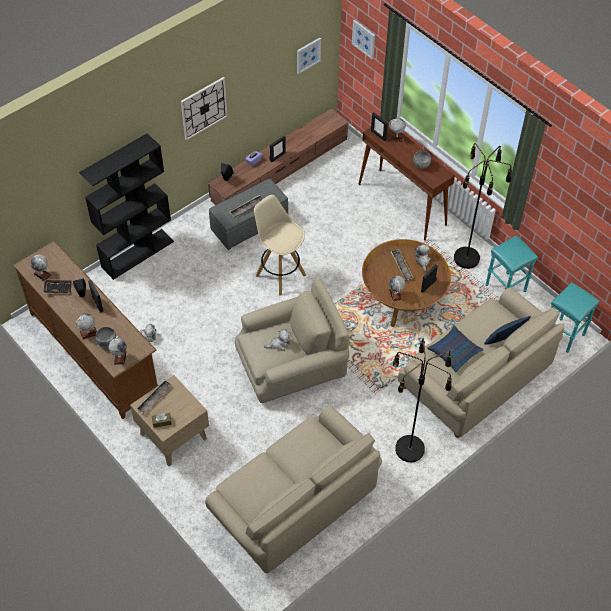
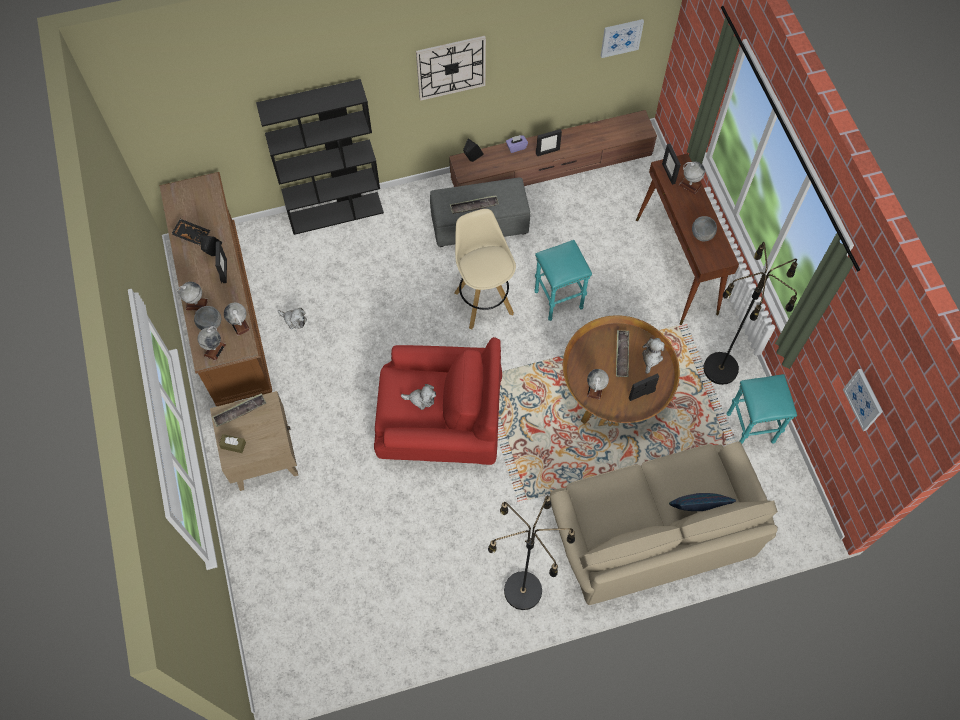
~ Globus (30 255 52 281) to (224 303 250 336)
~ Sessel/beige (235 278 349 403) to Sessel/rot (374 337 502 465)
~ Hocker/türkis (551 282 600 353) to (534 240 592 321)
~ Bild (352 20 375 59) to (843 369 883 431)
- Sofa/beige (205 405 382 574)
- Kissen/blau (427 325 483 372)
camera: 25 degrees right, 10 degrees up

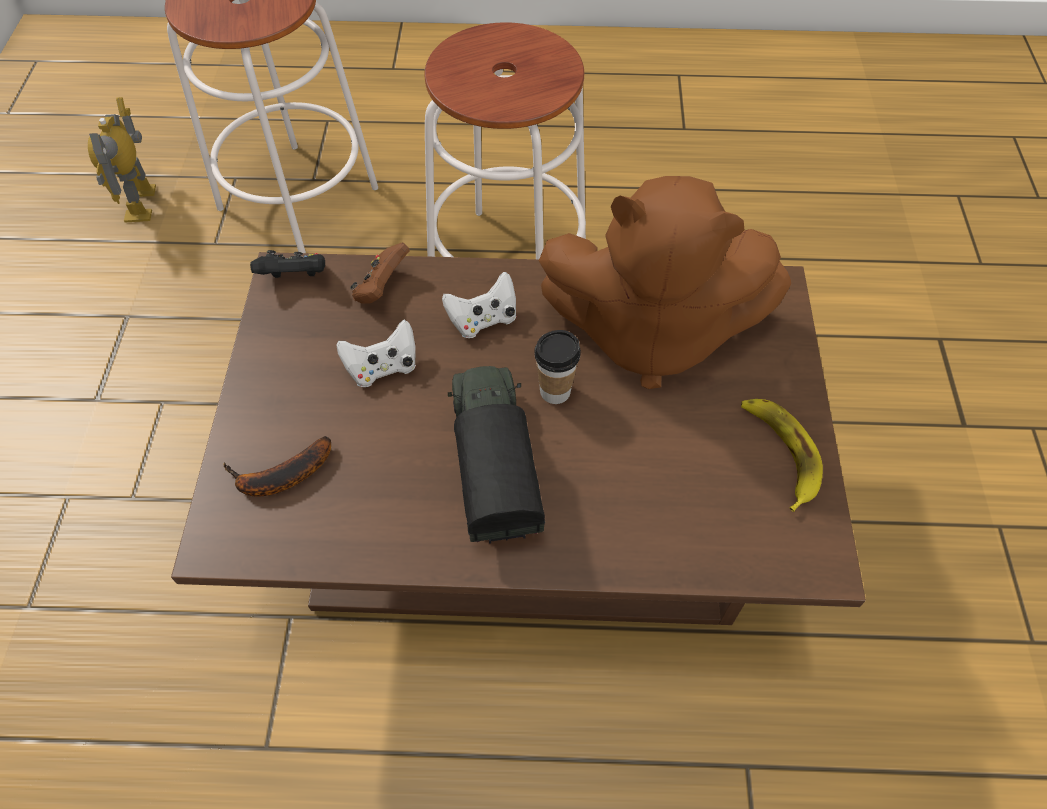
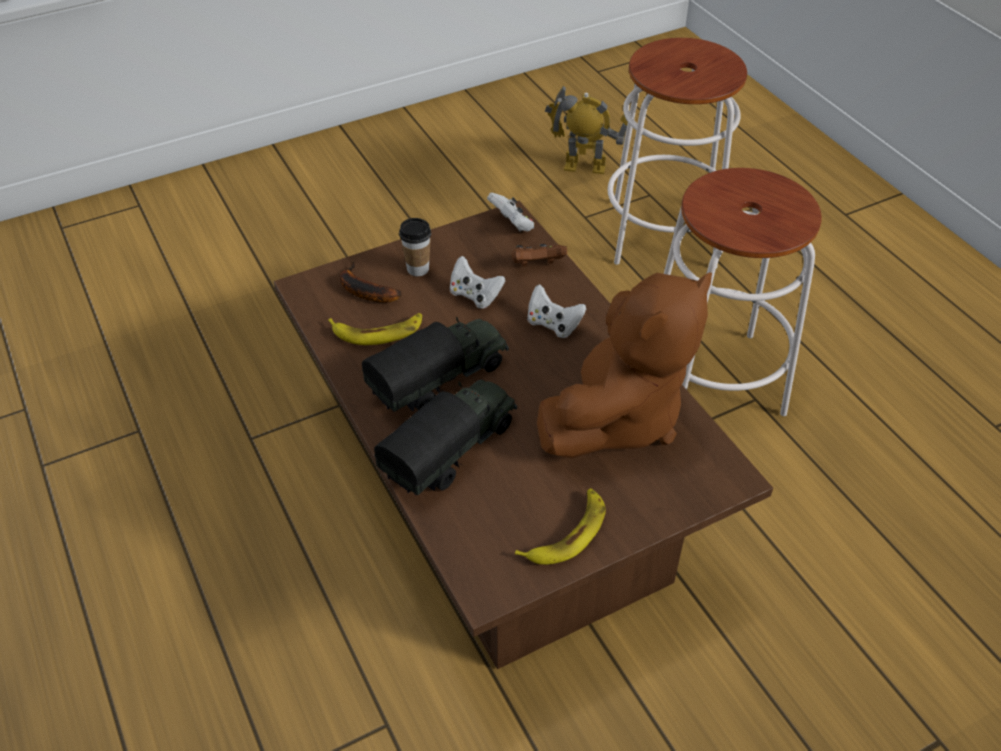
+ Banane (328 313 422 345)
+ Spielzeuglaster (374 379 517 495)
~ Tasse (534 330 581 404) to (399 218 431 276)
~ Gamepad/schwarz (250 250 325 278) to Gamepad/weiß (487 192 534 232)
~ Plüschtier/braun (539 176 791 389) = (537 272 712 458) 120 degrees counterclockwise
~ Spielzeugroboter (88 97 156 222) = (545 85 630 174) 45 degrees clockwise
camera: 60 degrees right, 10 degrees down

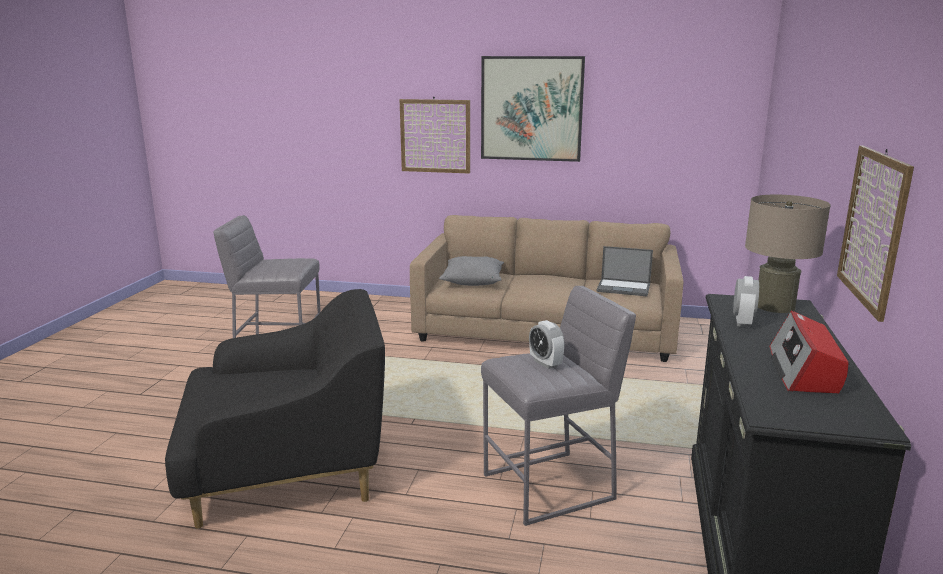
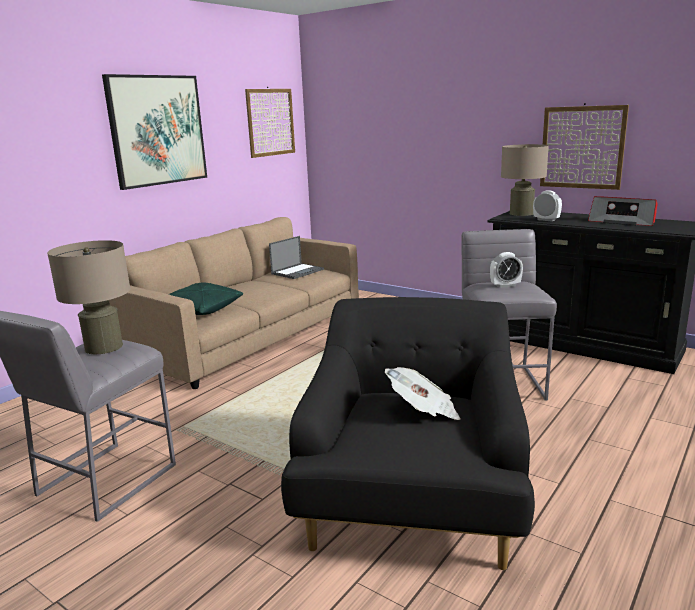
+ Tischlampe/beige (47 240 130 354)
~ Kissen/grau (439 256 504 286) to Kissen/grün (169 283 243 315)
~ Bild (400 97 470 174) to (245 86 295 158)
+ Zeitung (385 367 460 420)
camera: 65 degrees left, 0 degrees up

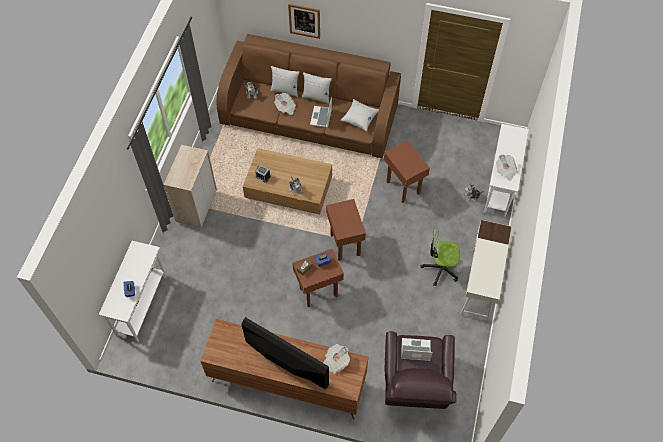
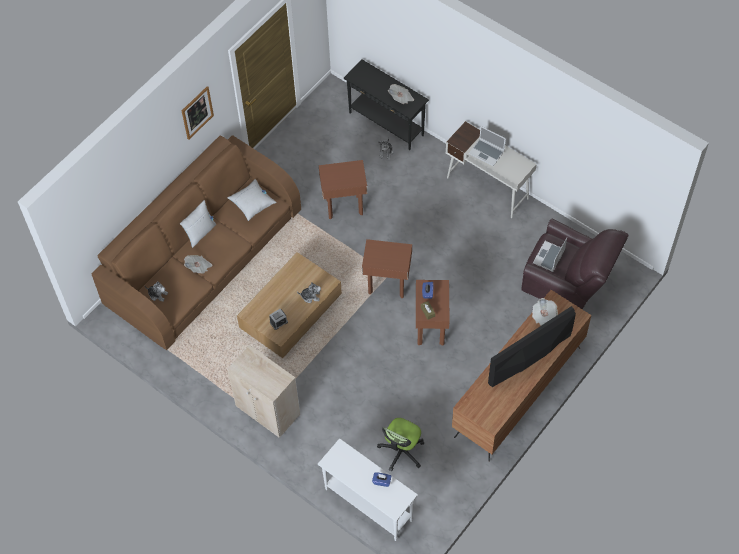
~ Bild (288 4 320 39) to (182 86 214 140)
~ Konsolentisch/weiß (484 124 529 217) to Konsolentisch/schwarz (343 59 429 150)
~ Bürostuhl (421 228 460 286) to (377 418 424 471)
~ Laptop (310 97 332 127) to (469 126 506 166)
- Kissen/grau (270 66 299 97)
camera: 65 degrees left, 0 degrees up

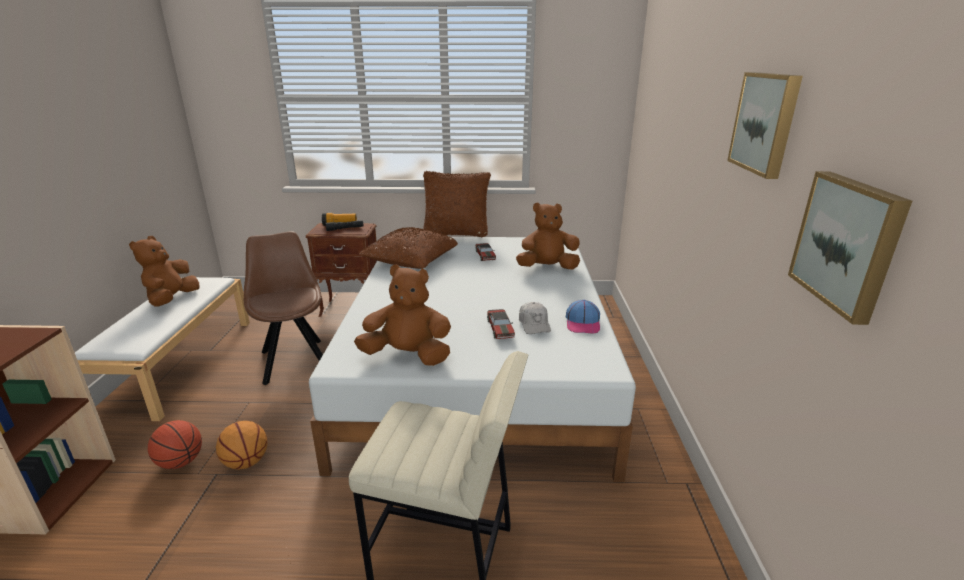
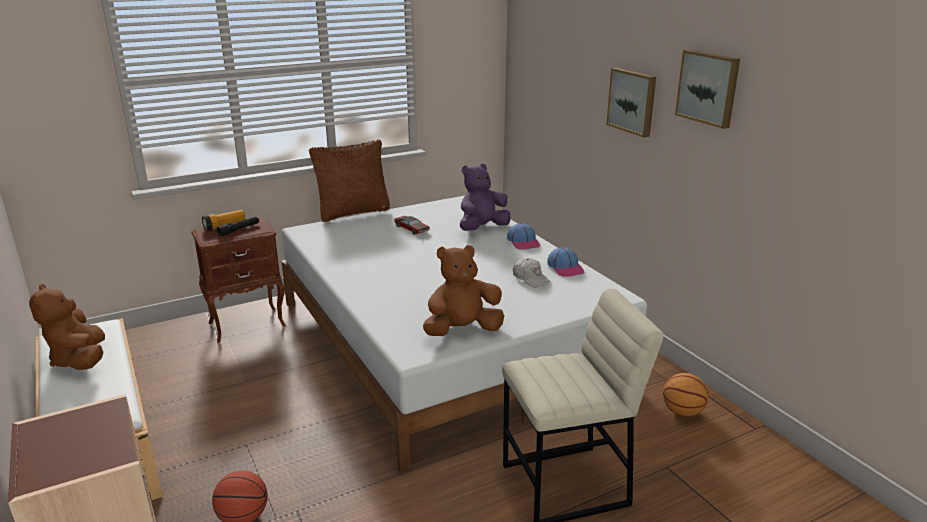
~ Plüschtier/braun (516 202 580 270) to Plüschtier/lila (460 164 510 231)
+ Kappe (507 223 540 250)
~ Bild (788 171 912 325) to (606 68 656 137)
~ Basketball (216 421 268 470) to (663 373 708 417)
- Stuhl/braun (244 231 323 385)
- Kissen/braun (359 227 457 269)
- Spielzeugauto (487 309 515 339)
camera: 30 degrees left, 0 degrees up

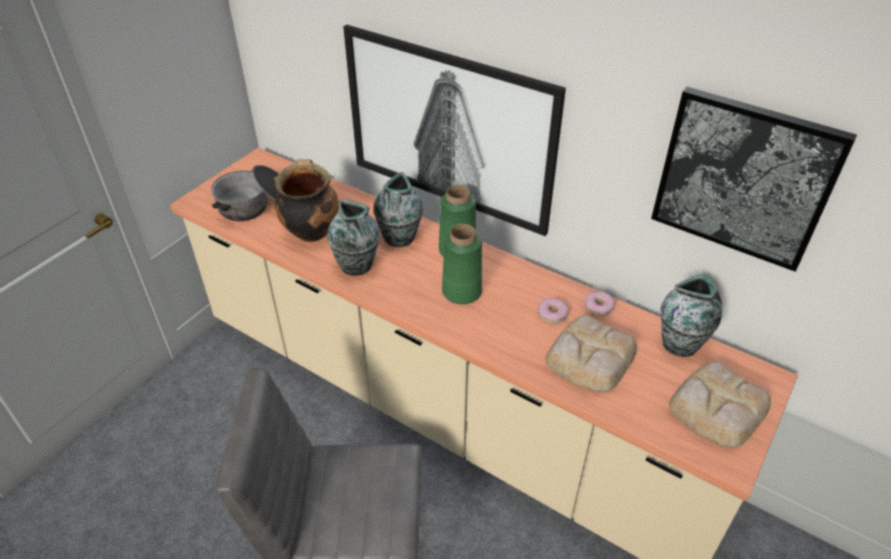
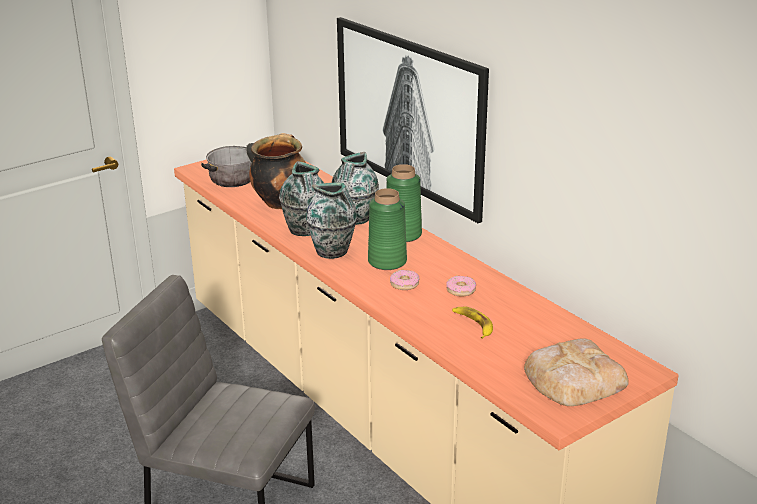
~ Vase (660 274 722 357) to (306 182 357 259)
~ Donut (584 291 615 316) to (390 270 420 290)
~ Brot (545 315 637 392) to Banane (452 306 493 339)
- Bild (651 87 857 272)
camera: 20 degrees right, 15 degrees down

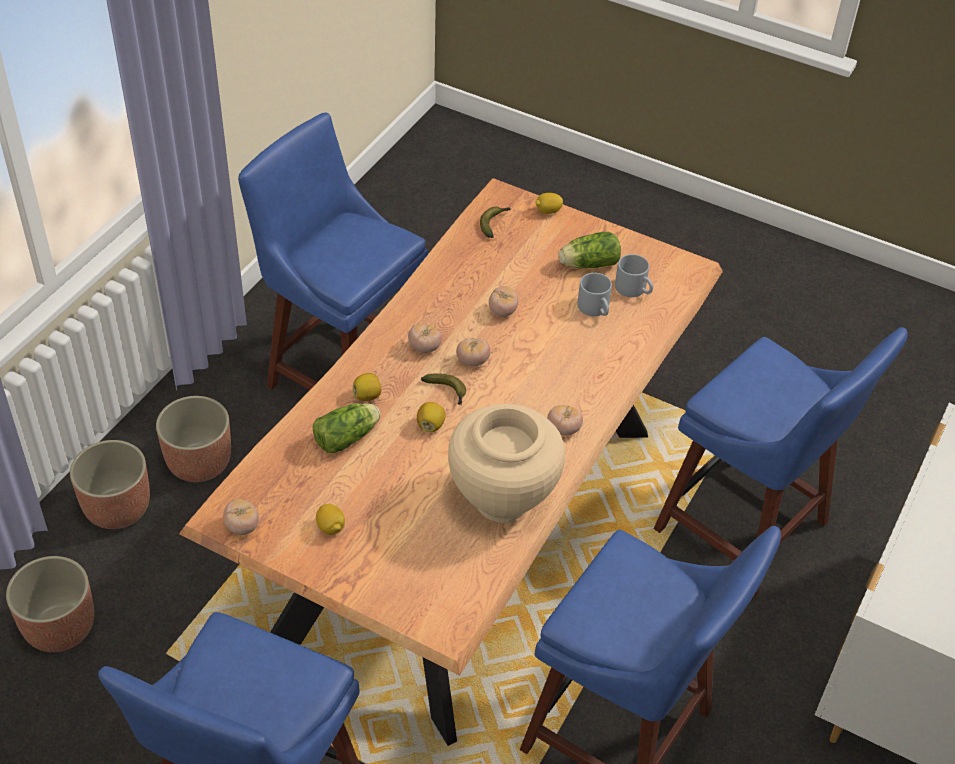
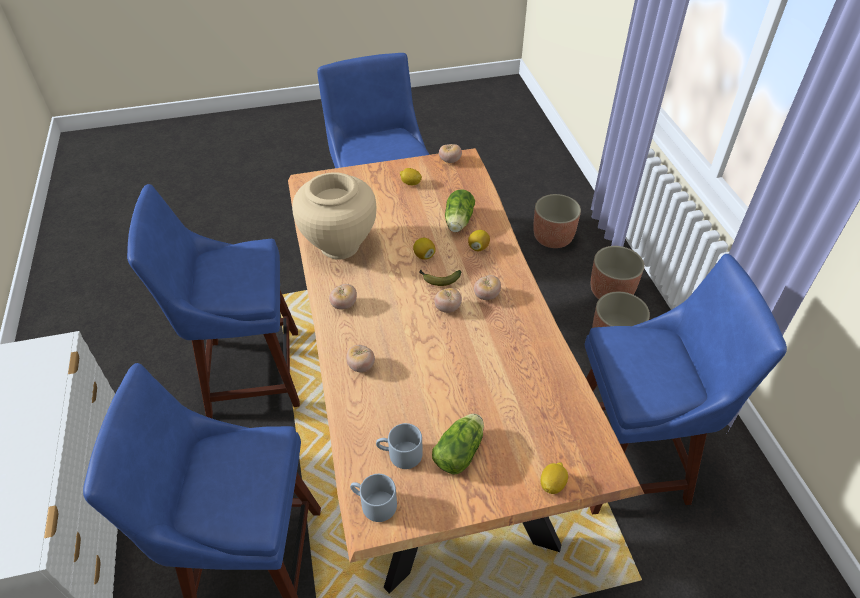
~ Tomate (489 286 518 317) to (346 345 375 373)
~ Henkelbecher/grau (577 273 612 316) to (350 474 397 522)
- Banane (480 207 511 238)
camera: 140 degrees right, 0 degrees up

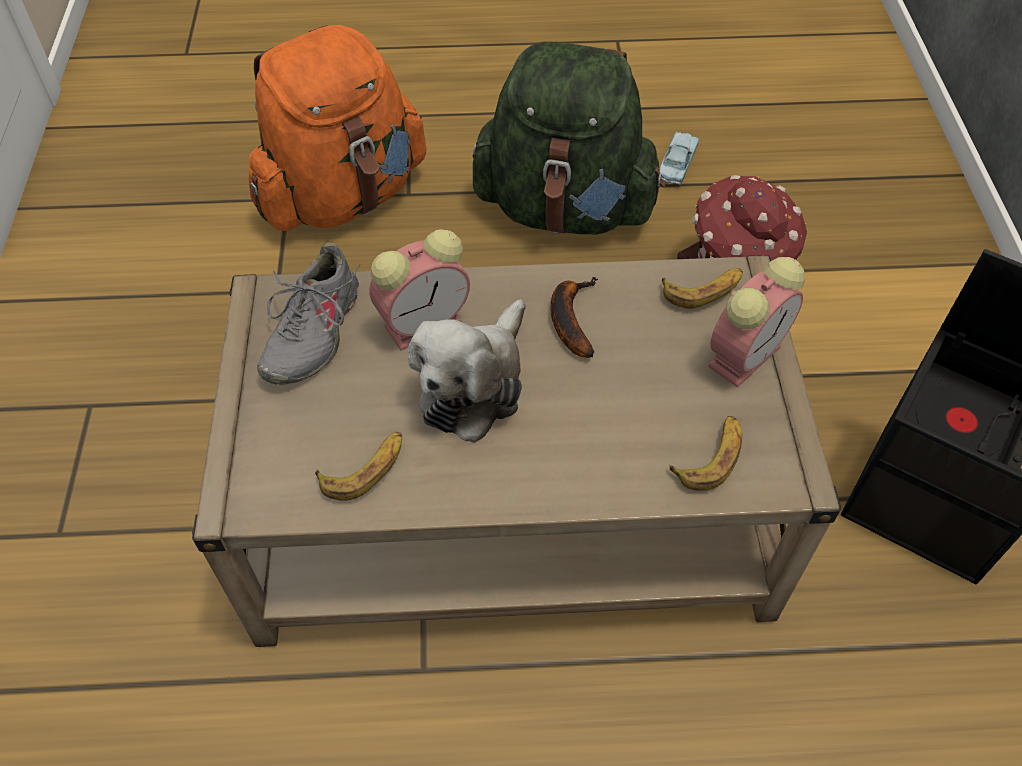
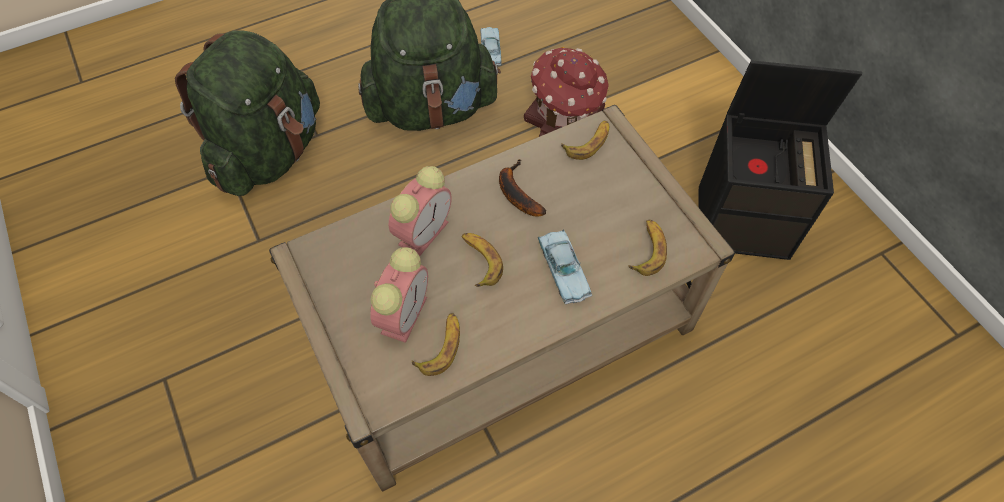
~ Rucksack/orange (249 25 427 231) to Rucksack/grün (175 30 320 196)
~ Wecker (708 257 805 388) to (370 247 428 343)
~ Plüschtier (408 300 525 443) to Banane (461 233 503 287)
+ Spielzeugauto/blau (538 229 592 304)
- Schuh/grau (257 242 360 385)
camera: 25 degrees left, 5 degrees up

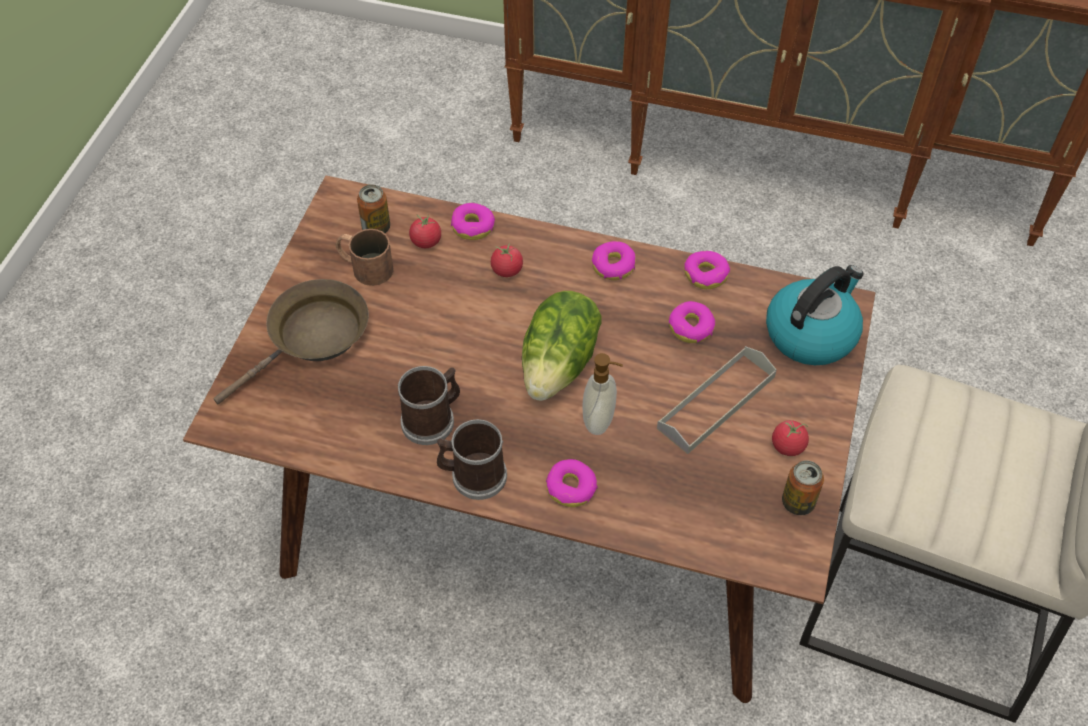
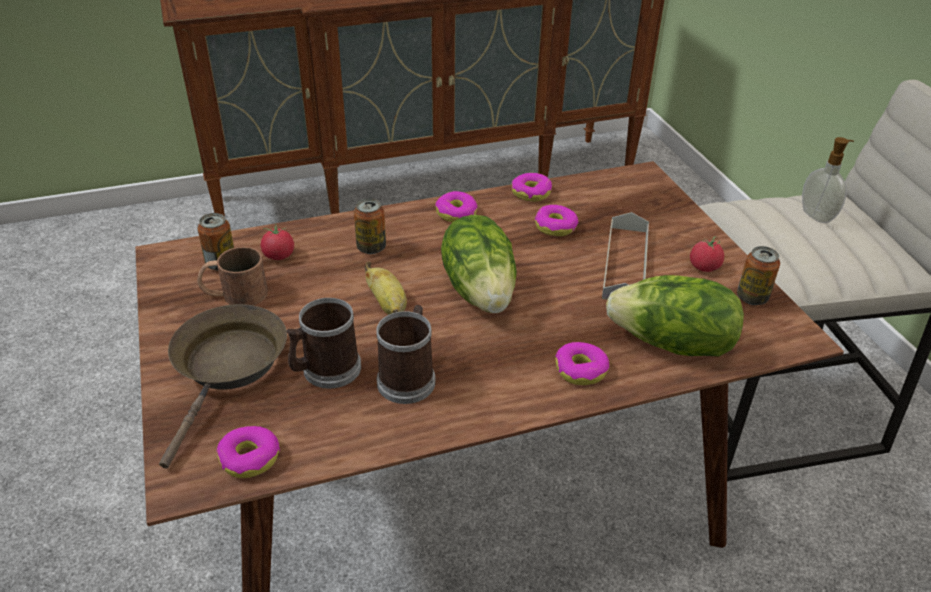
~ Donut (451 203 495 240) to (217 426 280 478)
~ Henkelbecher (437 419 507 500) to (286 298 361 389)
~ Tomate (491 243 523 277) to Dose (354 198 386 254)
+ Banane (364 262 407 315)
+ Salatkopf (606 275 744 356)
~ Seifenspender (582 353 623 435) to (802 137 854 223)
- Wasserkessel (766 265 864 365)
camera: 35 degrees left, 15 degrees down

